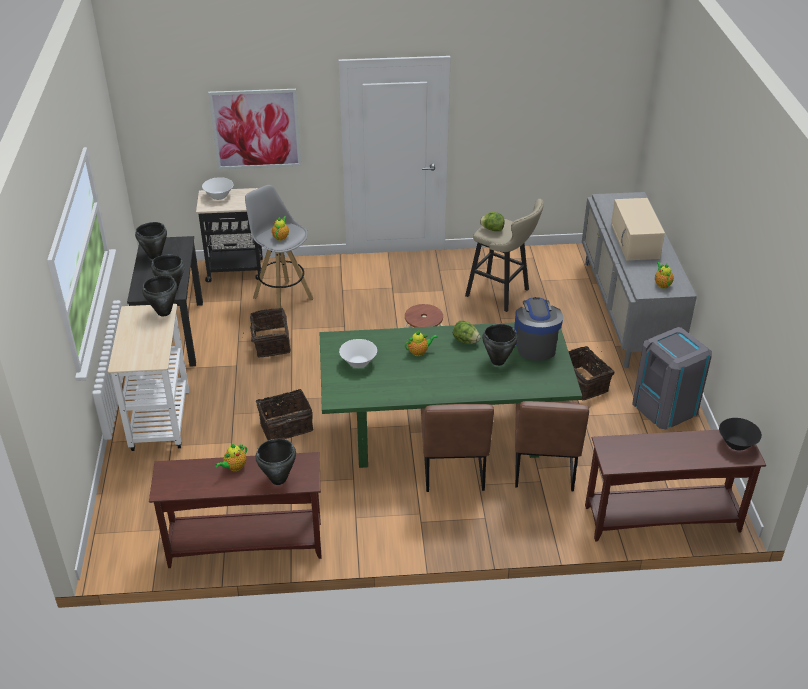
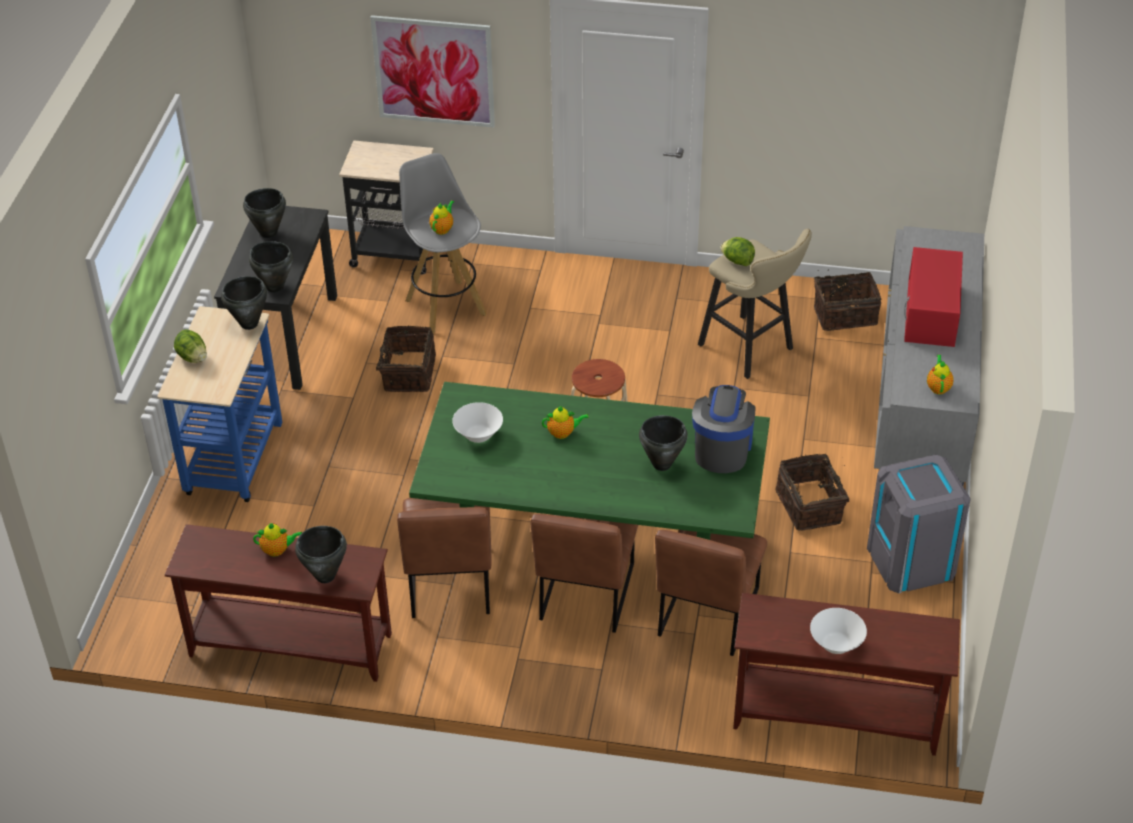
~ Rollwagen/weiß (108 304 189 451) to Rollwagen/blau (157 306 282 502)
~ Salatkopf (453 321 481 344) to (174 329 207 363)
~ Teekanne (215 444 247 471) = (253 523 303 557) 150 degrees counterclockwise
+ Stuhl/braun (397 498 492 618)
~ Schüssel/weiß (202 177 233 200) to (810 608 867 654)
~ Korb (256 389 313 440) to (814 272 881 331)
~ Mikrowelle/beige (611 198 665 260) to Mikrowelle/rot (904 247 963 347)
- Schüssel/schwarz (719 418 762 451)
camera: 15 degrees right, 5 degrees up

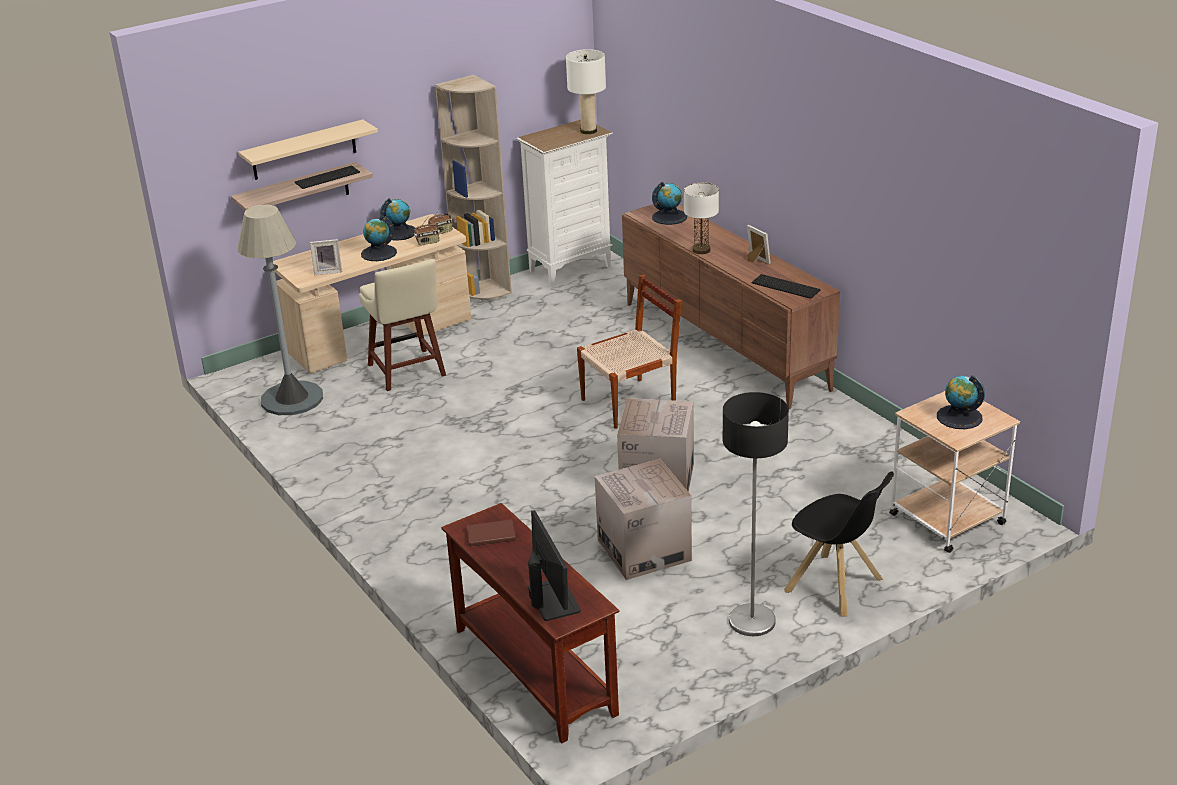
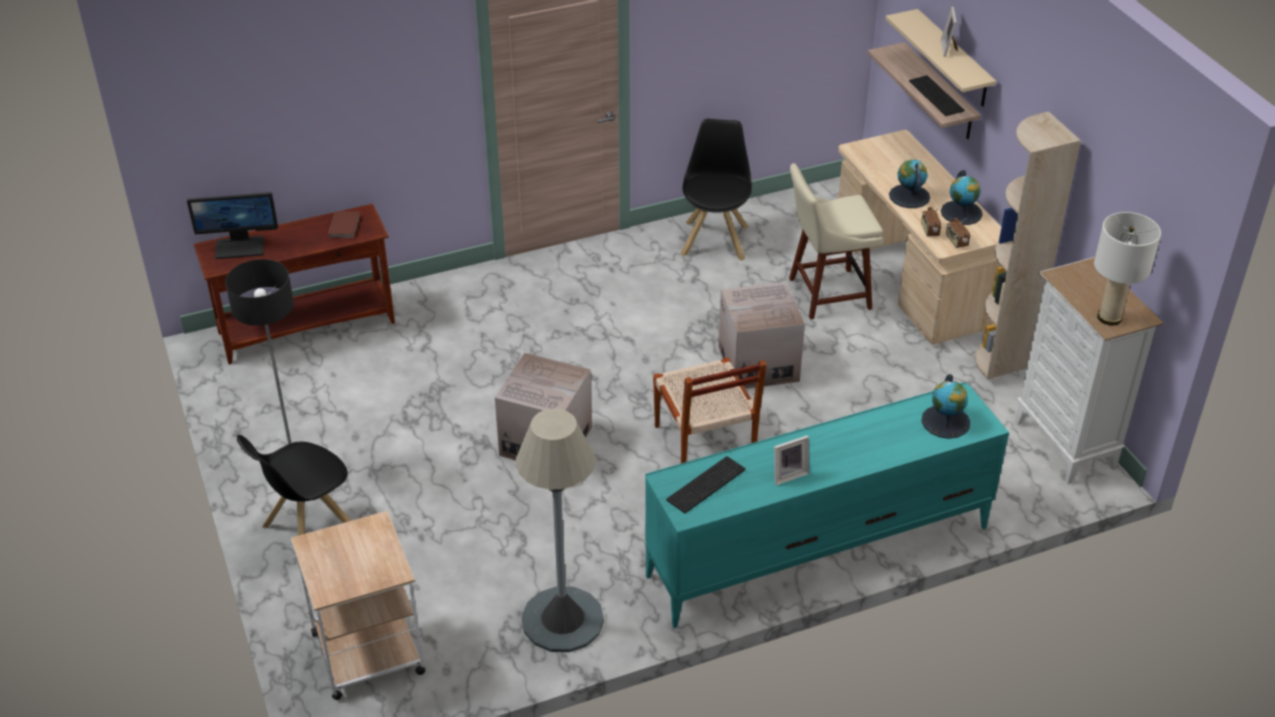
~ Stehlampe/grau (237 205 323 415) to (516 409 604 652)
~ Schrank/braun (622 204 840 409) to Schrank/türkis (645 382 1009 628)
+ Stuhl/schwarz (680 119 752 261)
~ Karton (595 459 692 580) to (718 282 805 389)
~ Bilderrahmen (310 239 342 275) to (941 7 958 57)
- Tischlampe (684 183 719 254)
- Globus (937 375 985 429)
camera: 100 degrees right, 10 degrees up

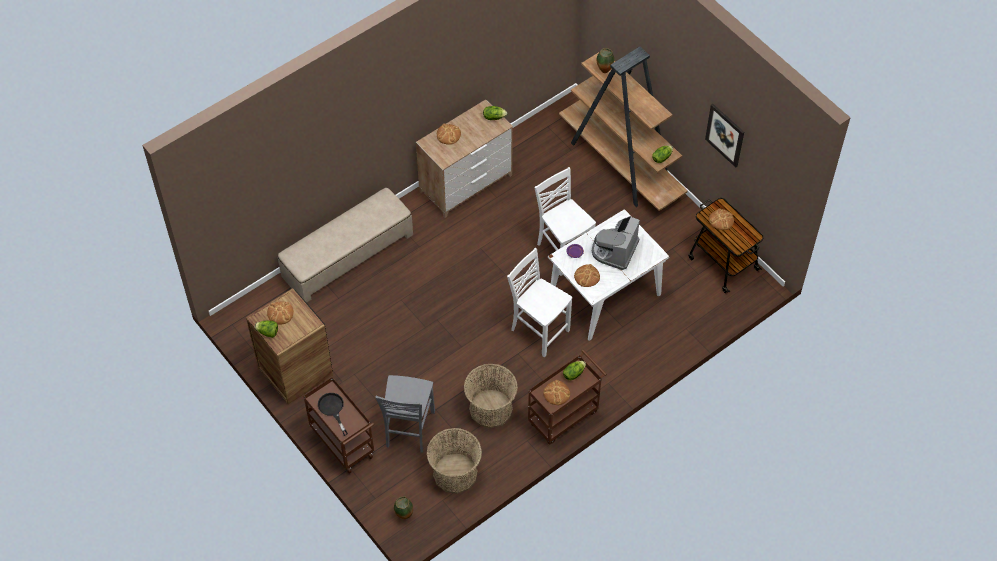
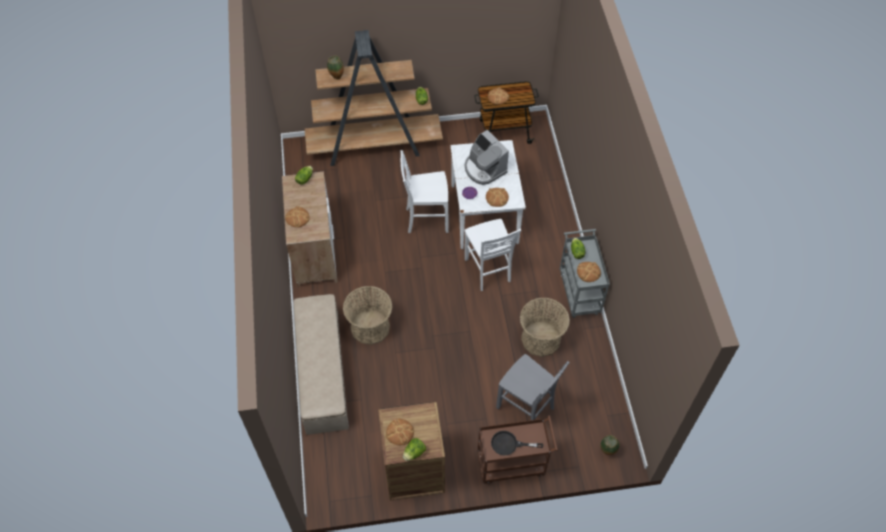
~ Korb (426 428 482 494) to (343 286 392 345)
~ Stuhl/weiß (507 248 572 357) = (465 219 521 291) 90 degrees counterclockwise
~ Rollwagen/braun (528 350 607 444) to Rollwagen/grau (560 229 610 318)
- Bild (705 104 744 167)
camera: 60 degrees left, 0 degrees up

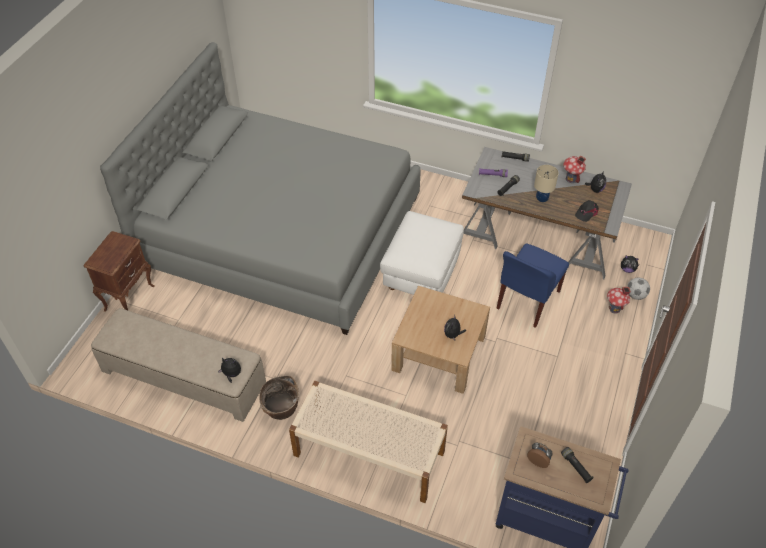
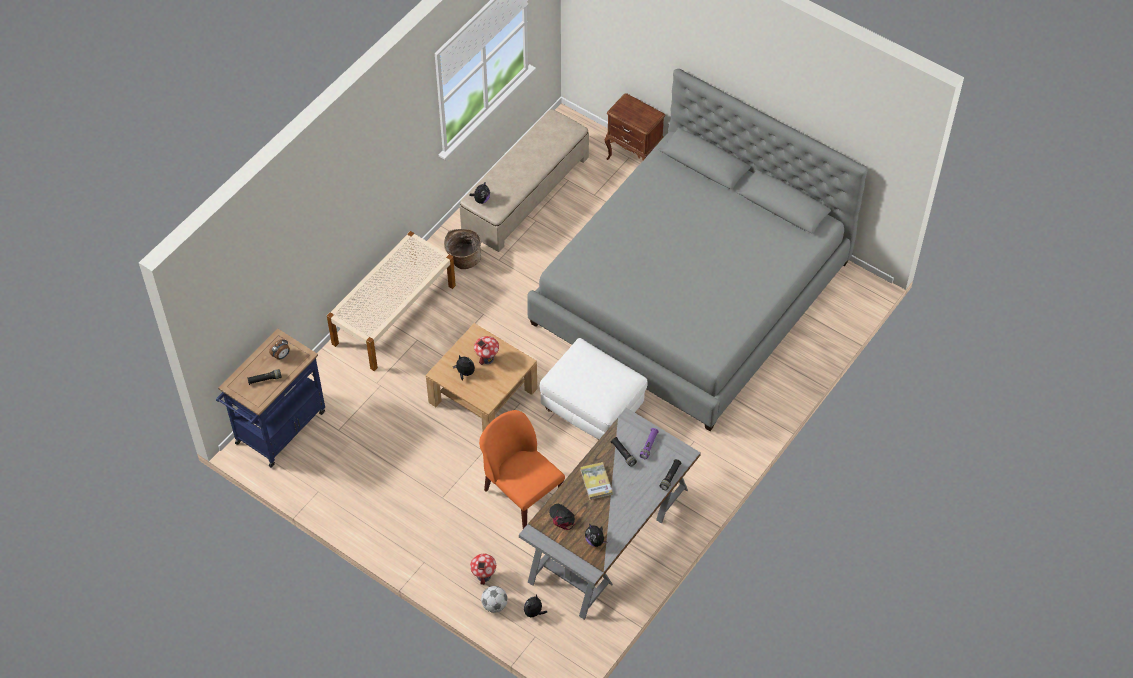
~ Spielzeughaus (563 156 586 183) to (474 336 499 365)
~ Stuhl/blau (496 244 569 328) to Stuhl/orange (479 410 565 529)
~ Tischlampe/beige (534 165 559 202) to Buch (580 462 613 500)
camera: 105 degrees right, 5 degrees up

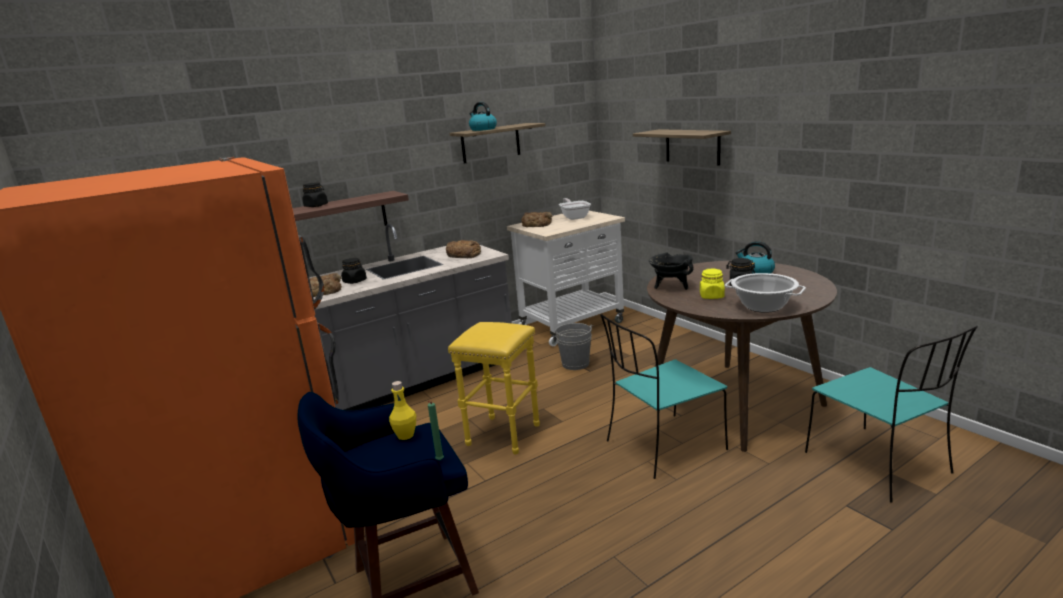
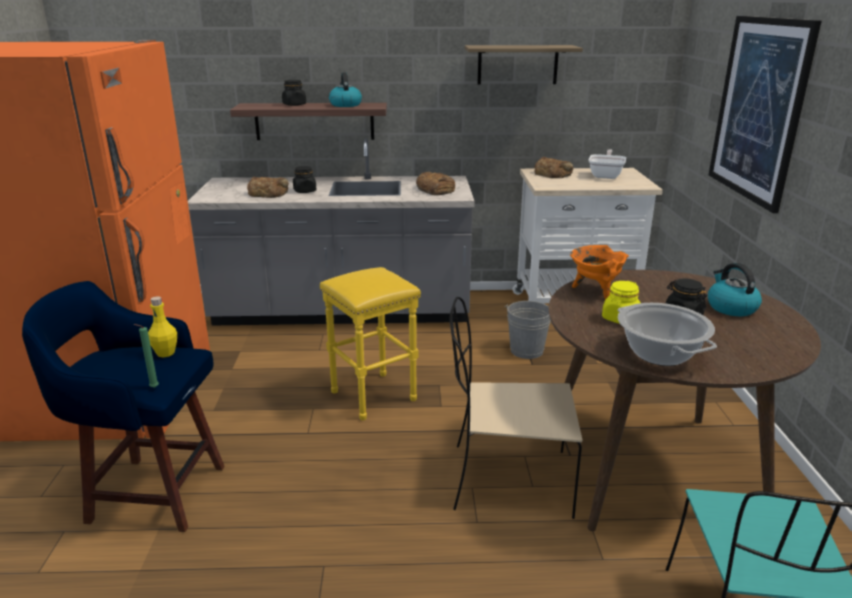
~ Wasserkessel (469 102 497 131) to (329 72 362 107)
~ Stuhl/türkis (600 314 728 479) to Stuhl/beige (449 297 582 519)
~ Kochtopf/schwarz (649 253 694 290) to Kochtopf/orange (570 245 629 300)
~ Wandregal (633 129 731 166) to Bild (709 16 822 213)
camera: 30 degrees right, 5 degrees up

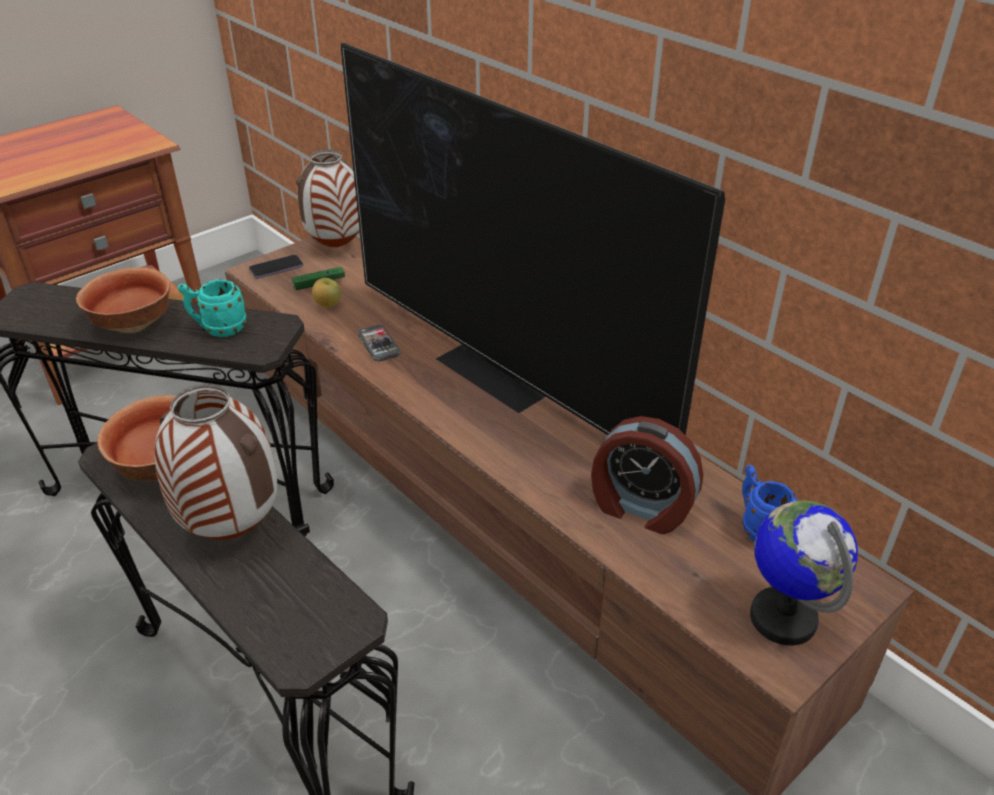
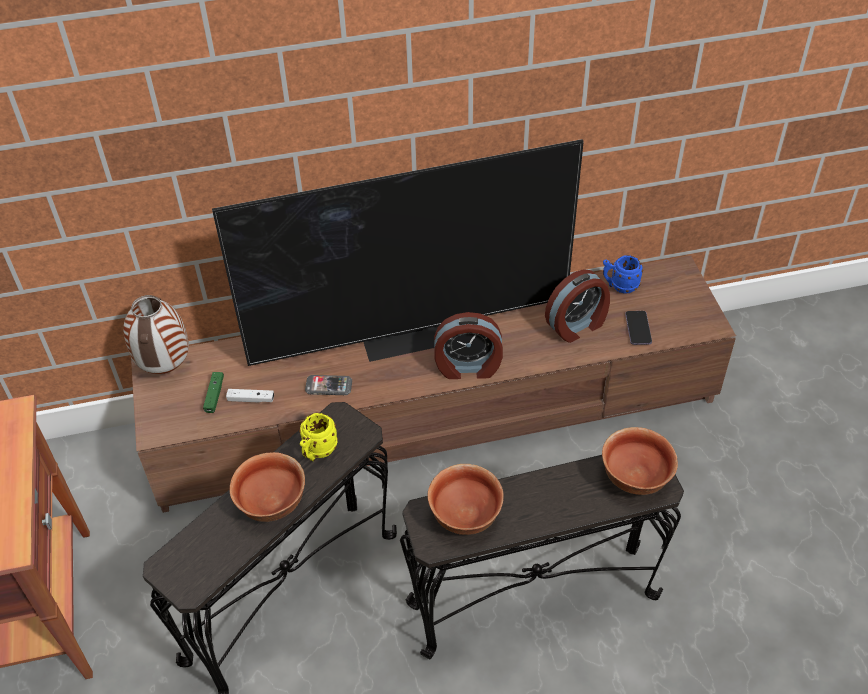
~ Apfel (312 278 341 308) to Gamepad/weiß (226 389 274 402)
~ Henkelbecher/türkis (178 279 247 337) to Henkelbecher/gelb (299 413 338 461)
+ Wecker (434 312 503 379)
+ Schüssel (602 427 678 495)
~ Handy (249 255 303 279) to (625 311 652 345)
- Vase (154 384 277 540)
- Globus (750 500 858 646)
camera: 60 degrees left, 10 degrees up

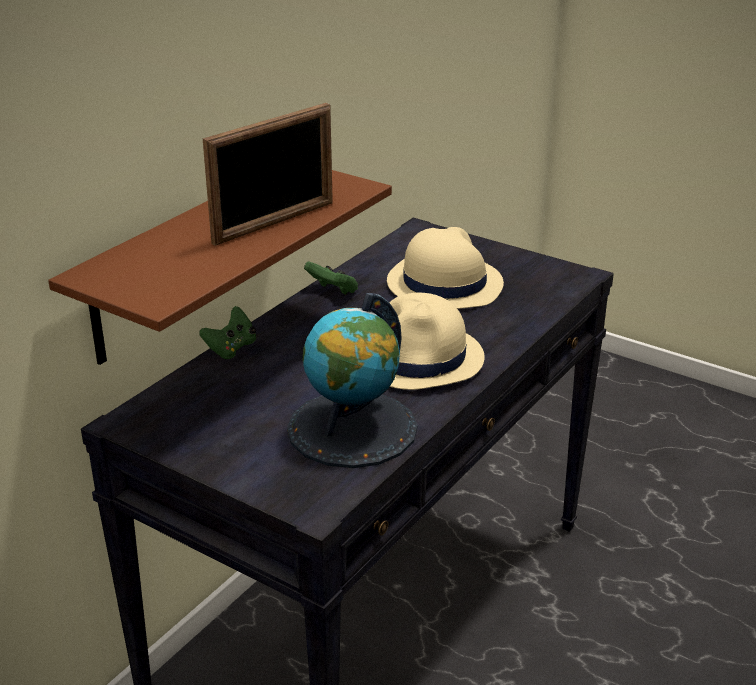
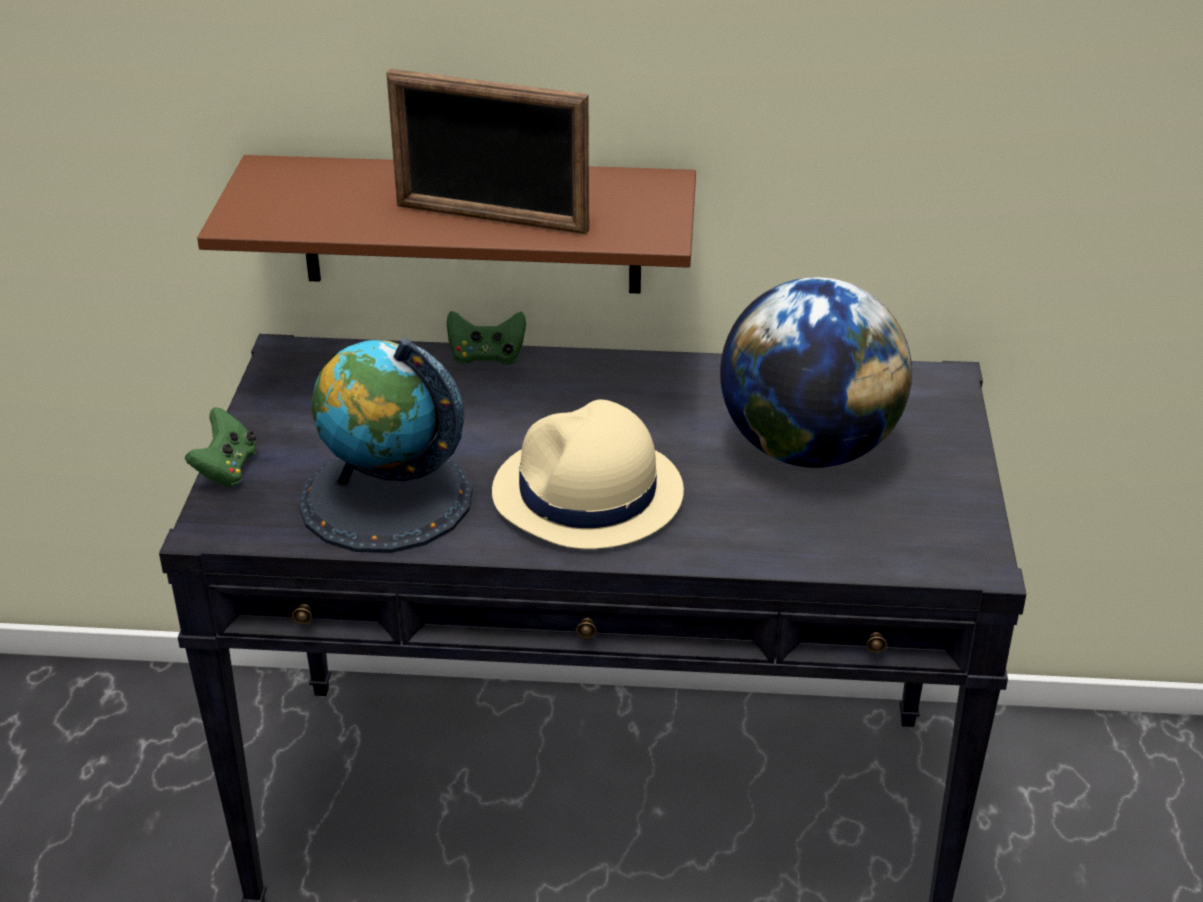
~ Gamepad/grün (304 261 358 294) to (185 407 257 487)
~ Hut/beige (387 227 504 309) to Globus (720 277 912 468)
camera: 60 degrees right, 5 degrees up

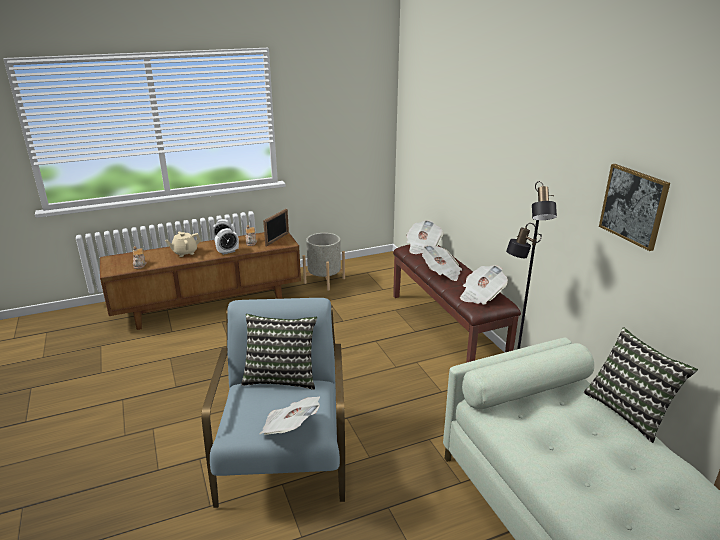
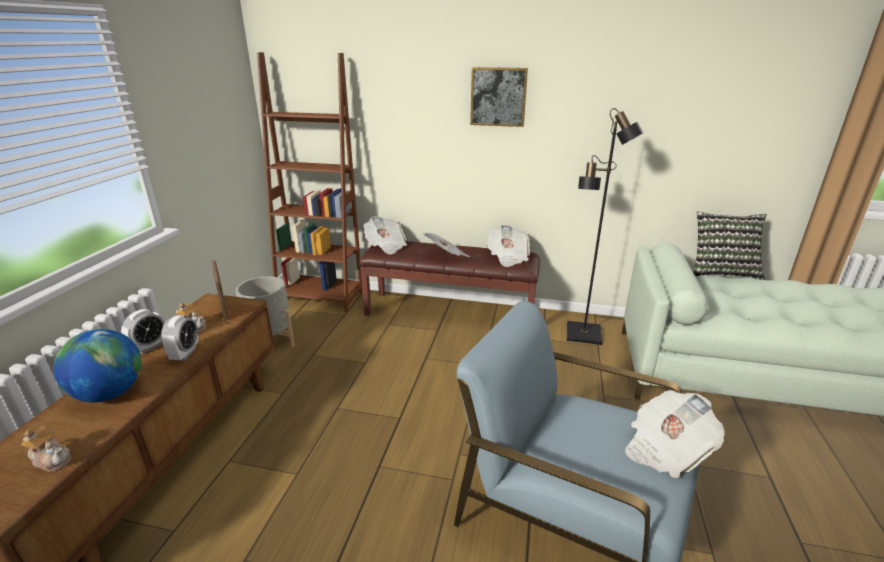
~ Teekanne/beige (165 231 201 257) to Globus (54 329 142 402)
+ Bücherregal/braun (257 52 362 312)
~ Bild (599 164 670 251) to (470 67 528 127)
- Kissen (241 314 317 390)
camera: 55 degrees left, 0 degrees up

